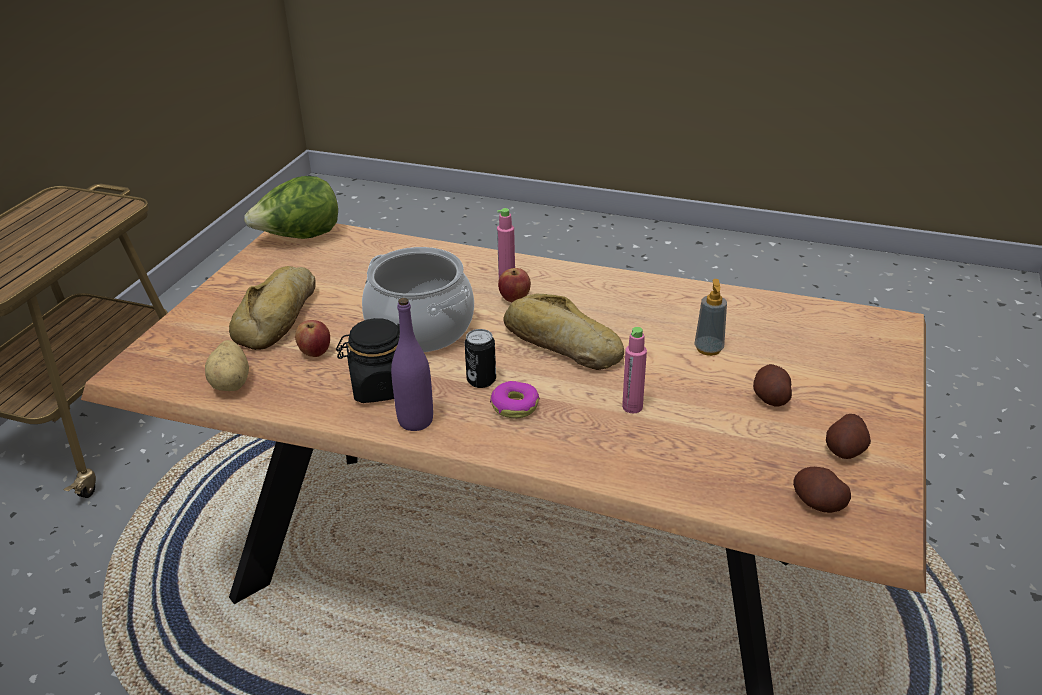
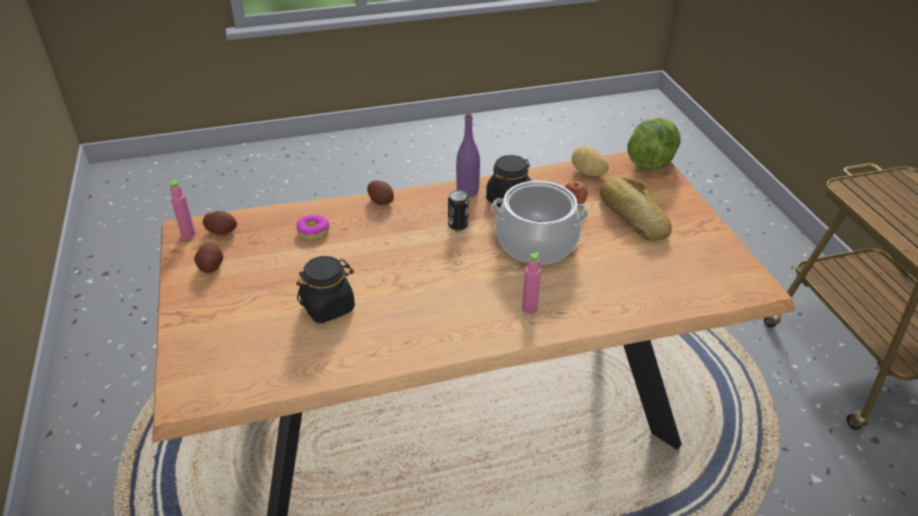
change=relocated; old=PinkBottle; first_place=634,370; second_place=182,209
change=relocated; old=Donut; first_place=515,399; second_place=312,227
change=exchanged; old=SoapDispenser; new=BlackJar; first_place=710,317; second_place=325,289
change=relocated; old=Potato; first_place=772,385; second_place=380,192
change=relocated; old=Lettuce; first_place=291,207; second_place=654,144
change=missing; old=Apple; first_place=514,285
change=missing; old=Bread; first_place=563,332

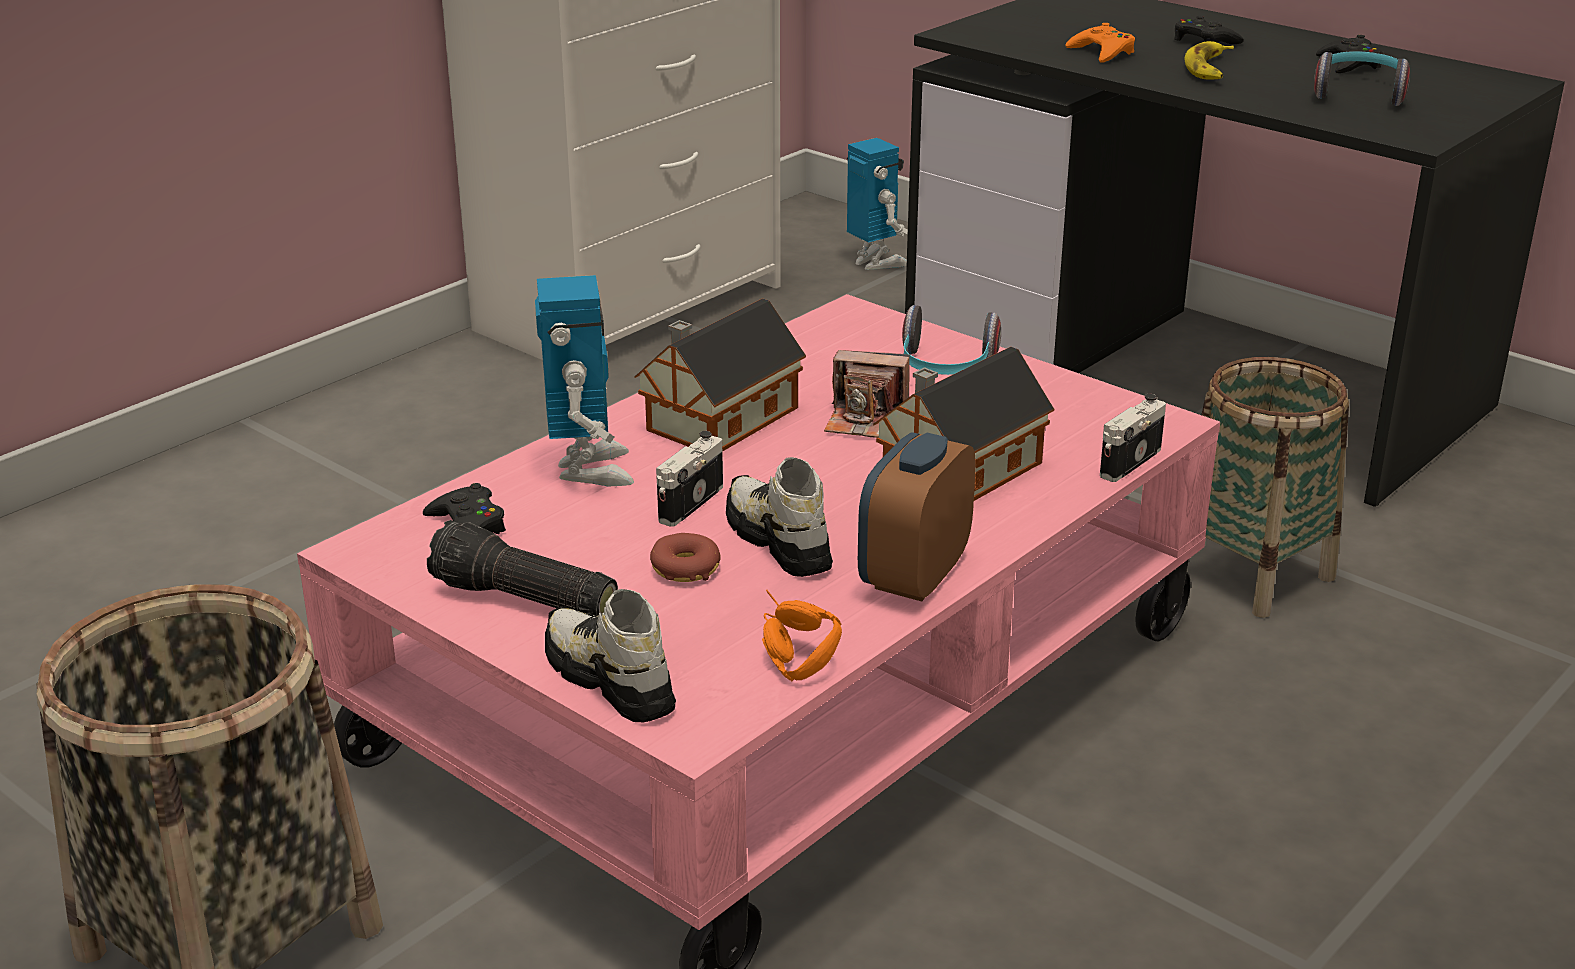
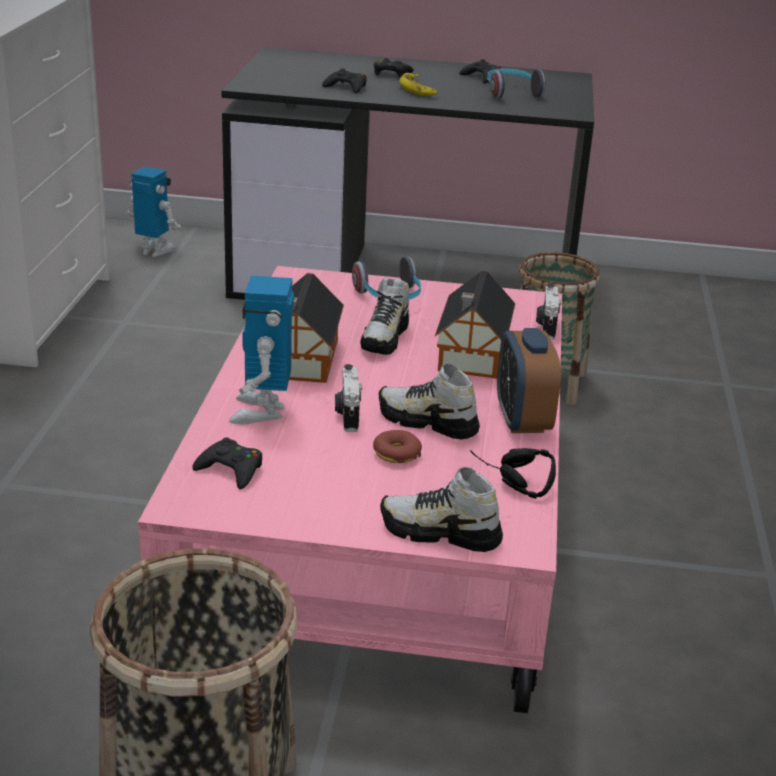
change=spun; old=ToyRobot; first_place=584,381; second_place=261,350; degrees=-135
change=colour; old=OrangeGameController; new=BlackGameController; first_place=1100,43; second_place=344,80
change=exchanged; old=PhotoCamera; new=Shoe; first_place=867,394; second_place=384,316
change=colour; old=OrangeHeadphones; new=BlackHeadphones; first_place=802,635; second_place=513,473
change=missing; old=Flashlight; first_place=522,568

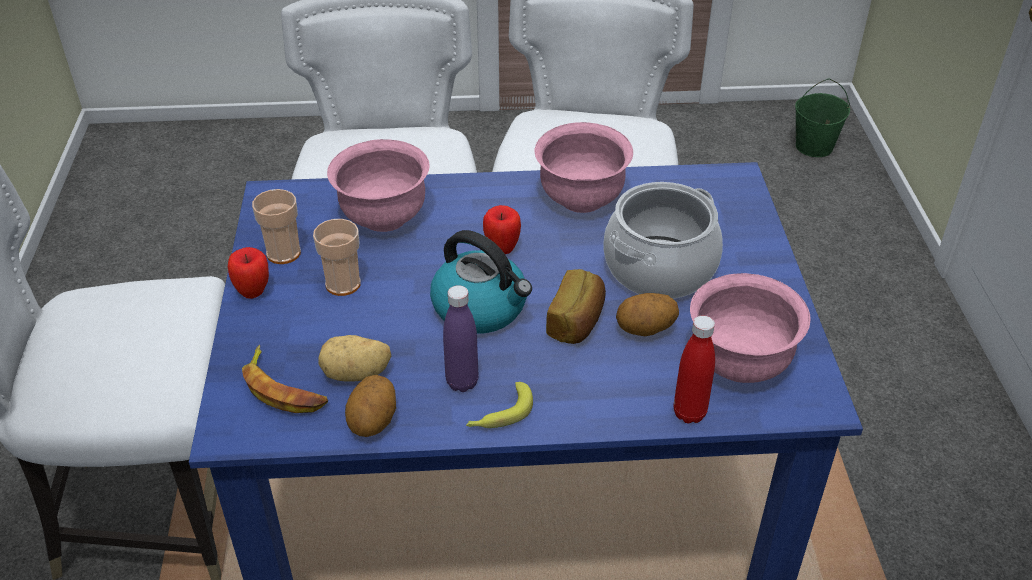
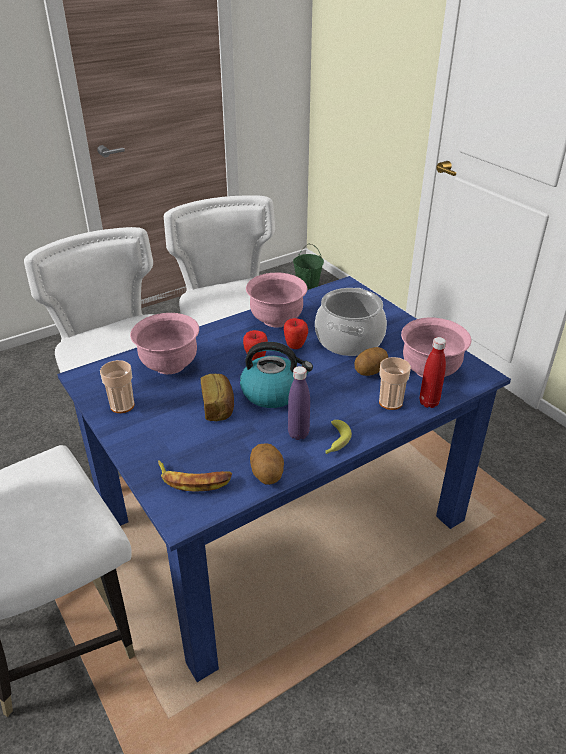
change=relocated; old=Bread; first_place=576,306; second_place=217,397
change=relocated; old=Apple; first_place=248,273; second_place=296,333
change=relocated; old=Cup; first_place=337,257; second_place=395,383
change=missing; old=Potato; first_place=354,358

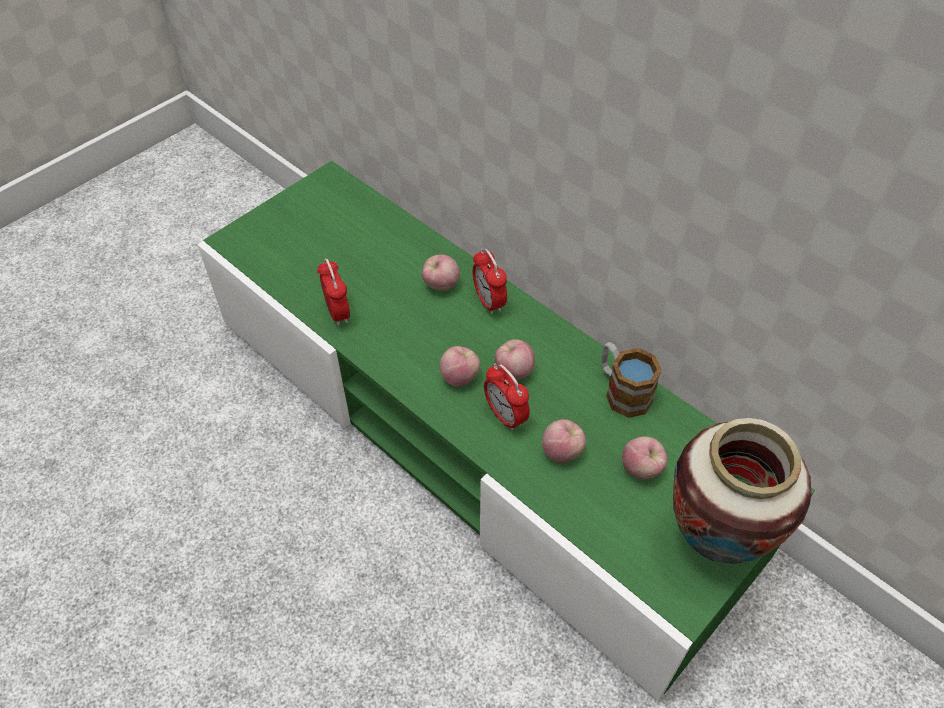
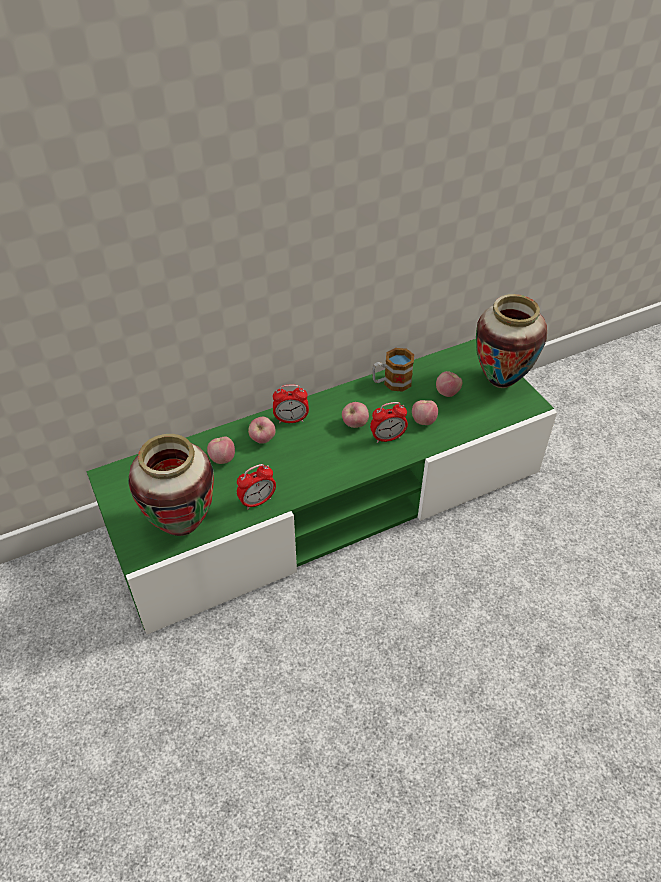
change=appeared; new=Vase; second_place=171,485
change=relocated; old=Apple; first_place=460,366; second_place=221,450
change=spun; old=AlarmClock; first_place=333,292; second_place=256,487; degrees=150

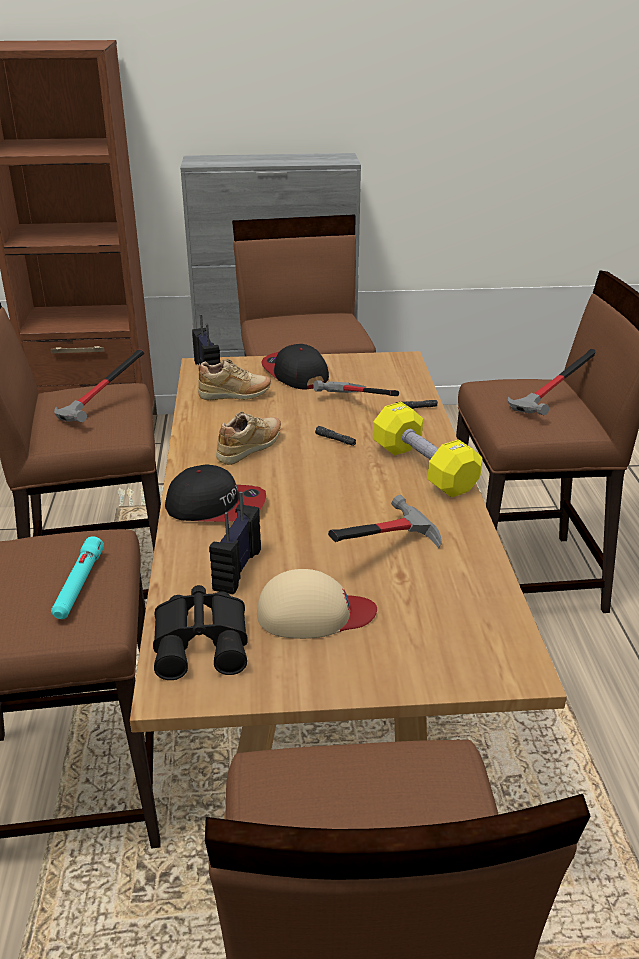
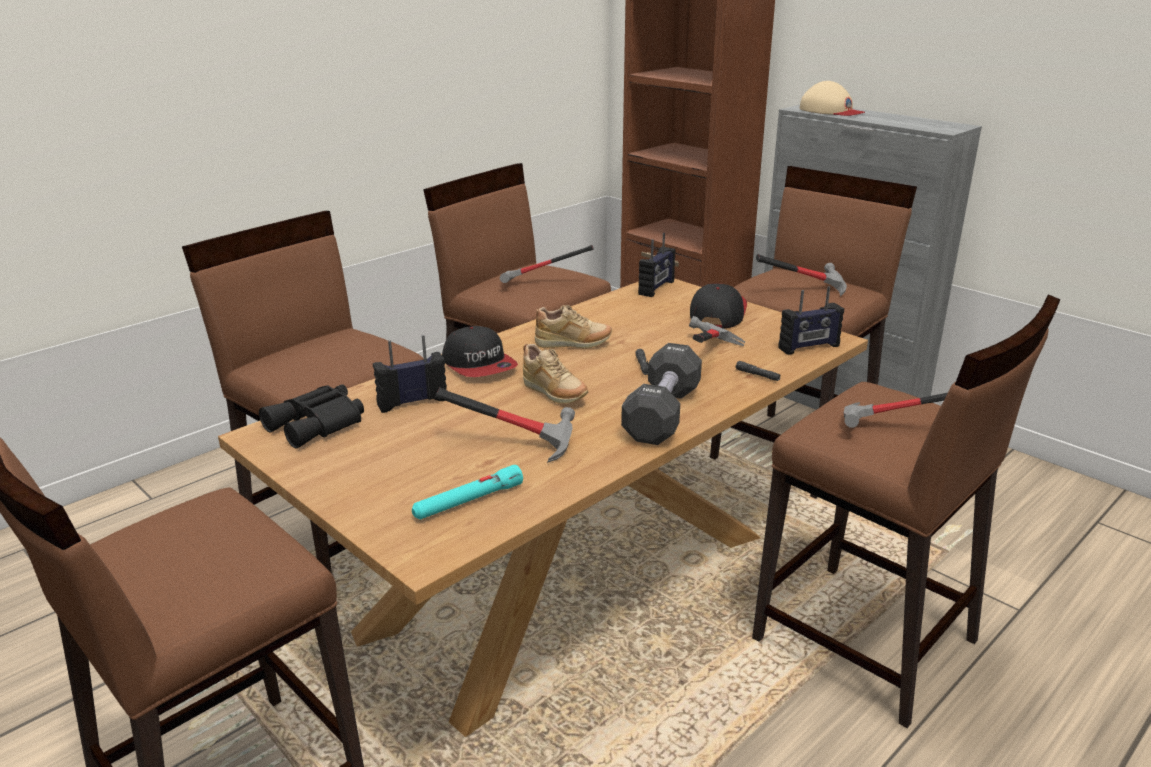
change=relocated; old=TurquoiseFlashlight; first_place=77,577; second_place=467,492
change=relocated; old=BeigeShoe; first_place=235,379; second_place=555,374
change=colour; old=YellowDumbbell; new=BlackDumbbell; first_place=428,450; second_place=661,394
change=appeared; new=Hammer; second_place=801,275
change=appeared; new=Radio; second_place=811,320
change=relocated; old=BeigeCap; first_place=317,604; second_place=832,98

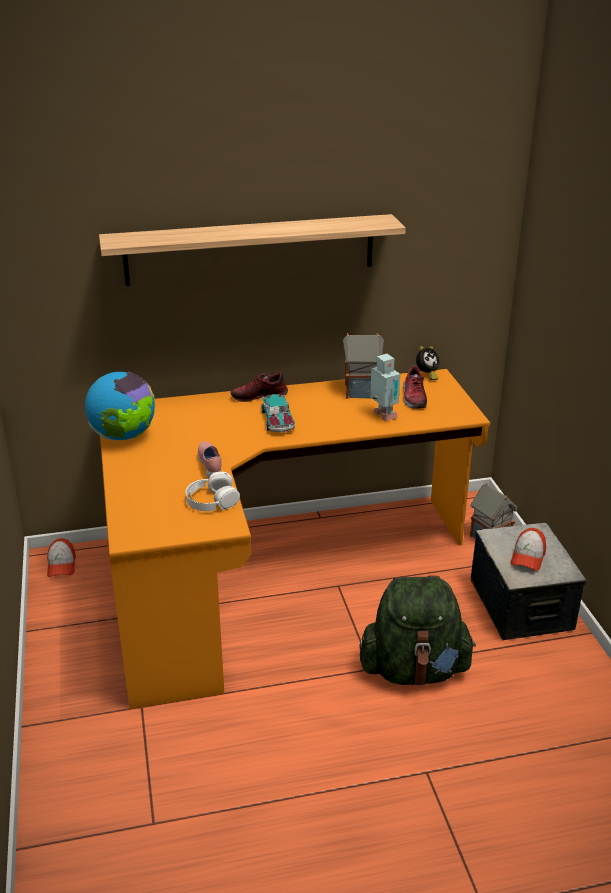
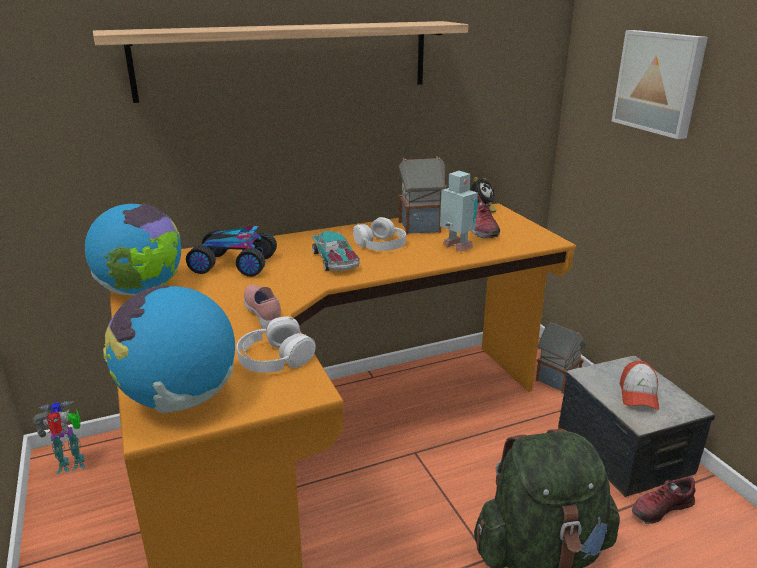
change=exchanged; old=Cap; new=ToyRobot; first_place=61,557; second_place=59,437
change=appeared; new=Globe; second_place=169,349
change=appeared; new=ToyCar; second_place=231,251
change=appeared; new=WhiteHeadphones; second_place=379,234
change=appeared; new=Picture; second_place=660,84
change=relocated; old=Shoe; first_place=259,387; second_place=664,500

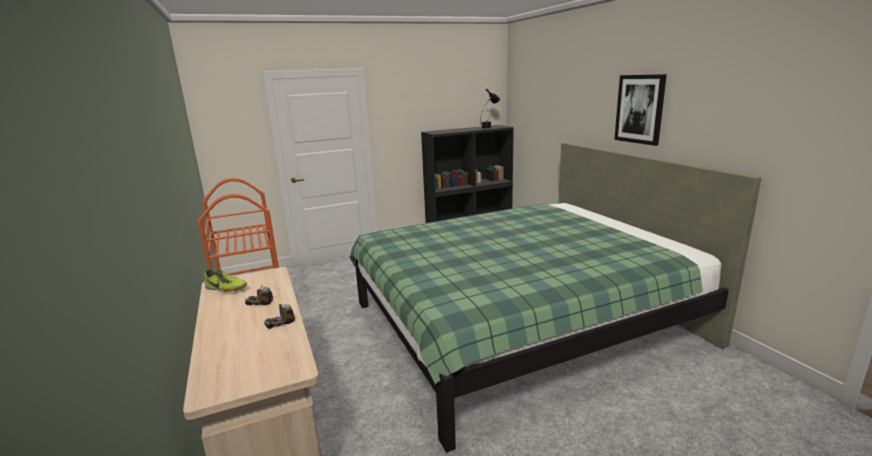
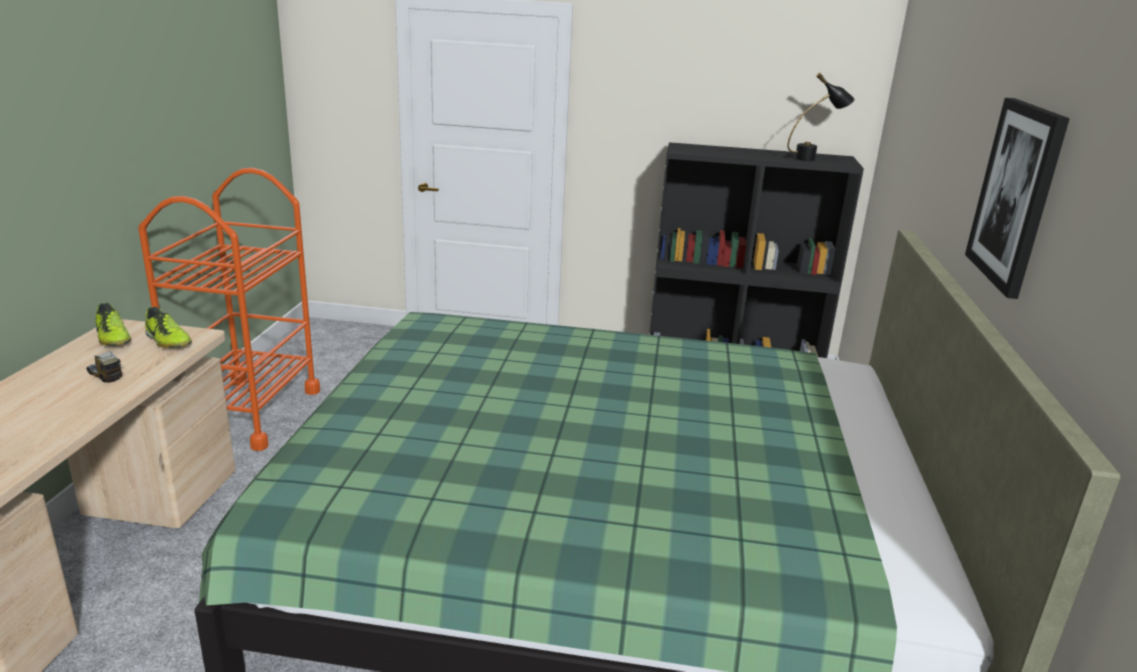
change=appeared; new=Shoe; second_place=168,327
change=missing; old=ToyTruck; first_place=279,316

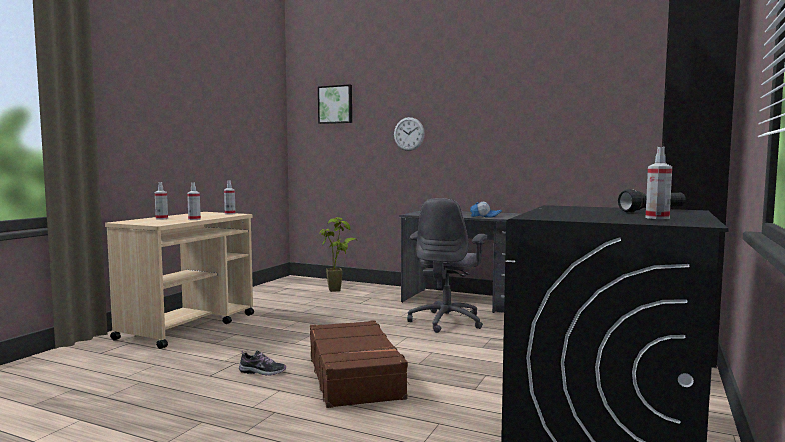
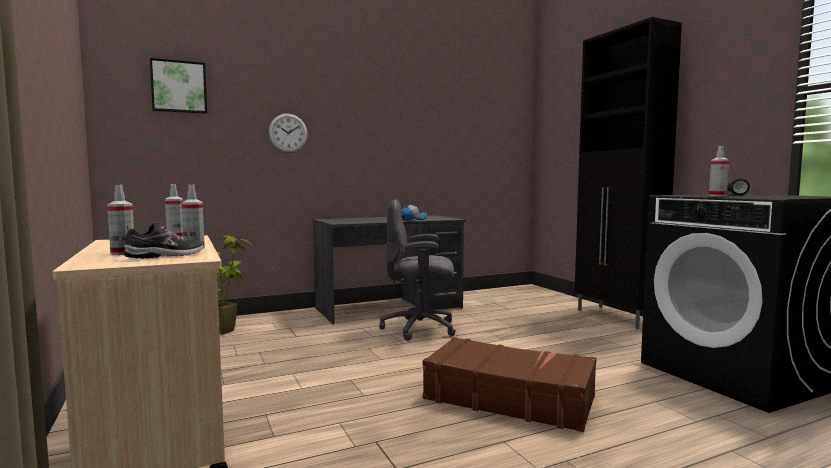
change=relocated; old=Shoe; first_place=262,363; second_place=163,241
change=spun; old=GreyOfficeChair; first_place=447,265; second_place=417,270; degrees=120
change=relocated; old=SprayBottle; first_place=659,183; second_place=719,171

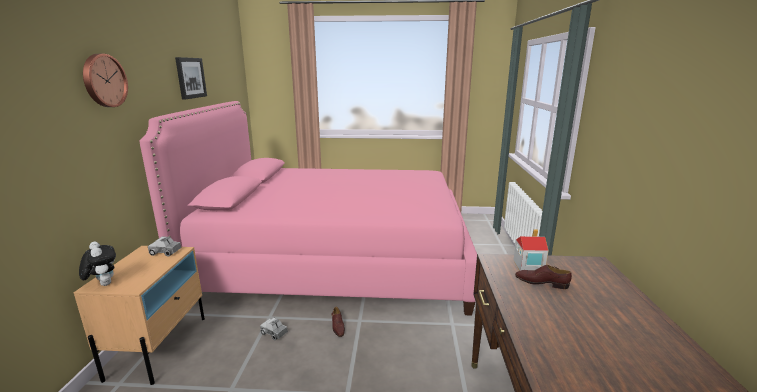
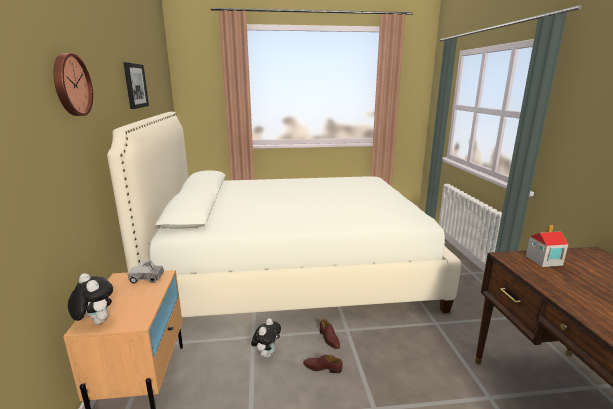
change=colour; old=PinkBed; new=WhiteBed; first_place=308,208; second_place=284,214
change=exchanged; old=ToyTruck; new=PlushToy; first_place=274,329; second_place=266,338
change=relocated; old=BrownShoe; first_place=543,277; second_place=323,364

